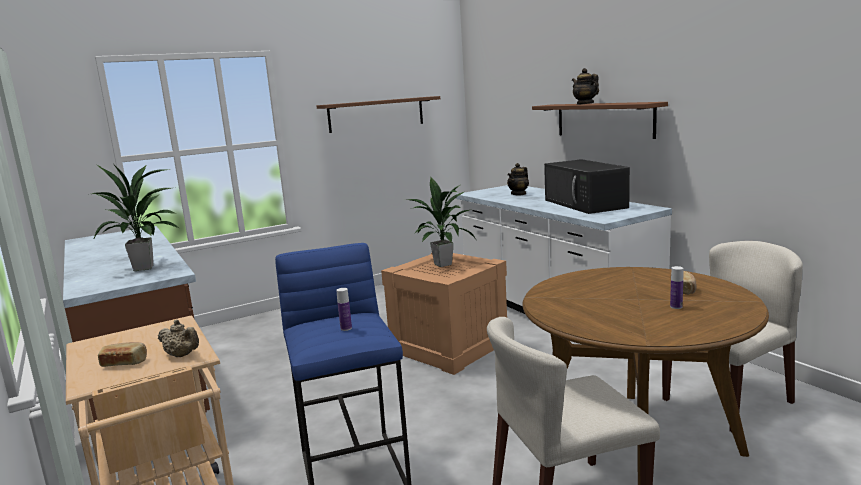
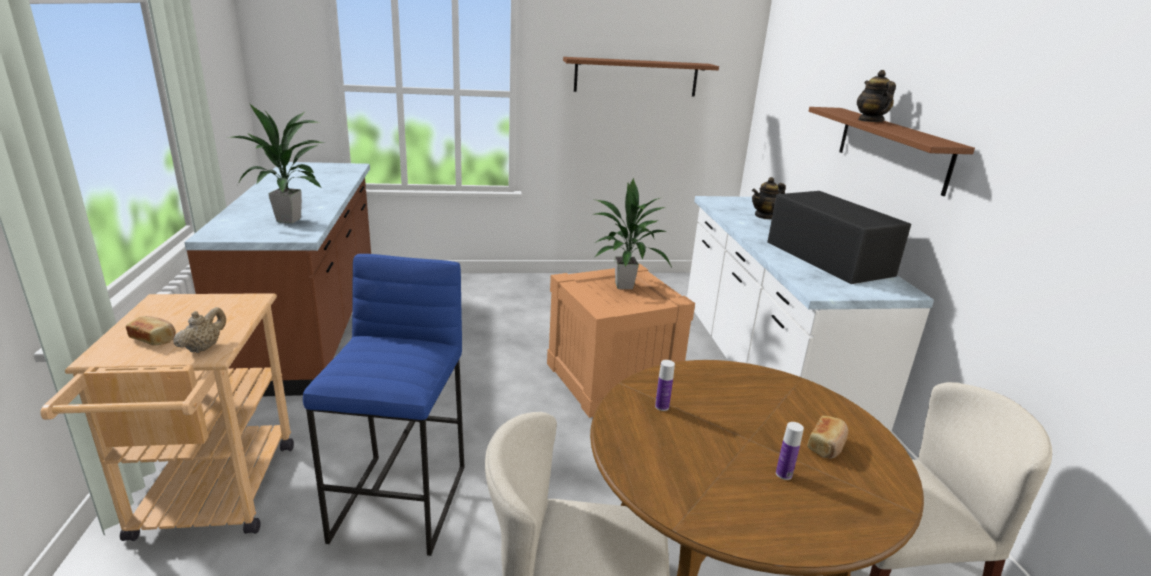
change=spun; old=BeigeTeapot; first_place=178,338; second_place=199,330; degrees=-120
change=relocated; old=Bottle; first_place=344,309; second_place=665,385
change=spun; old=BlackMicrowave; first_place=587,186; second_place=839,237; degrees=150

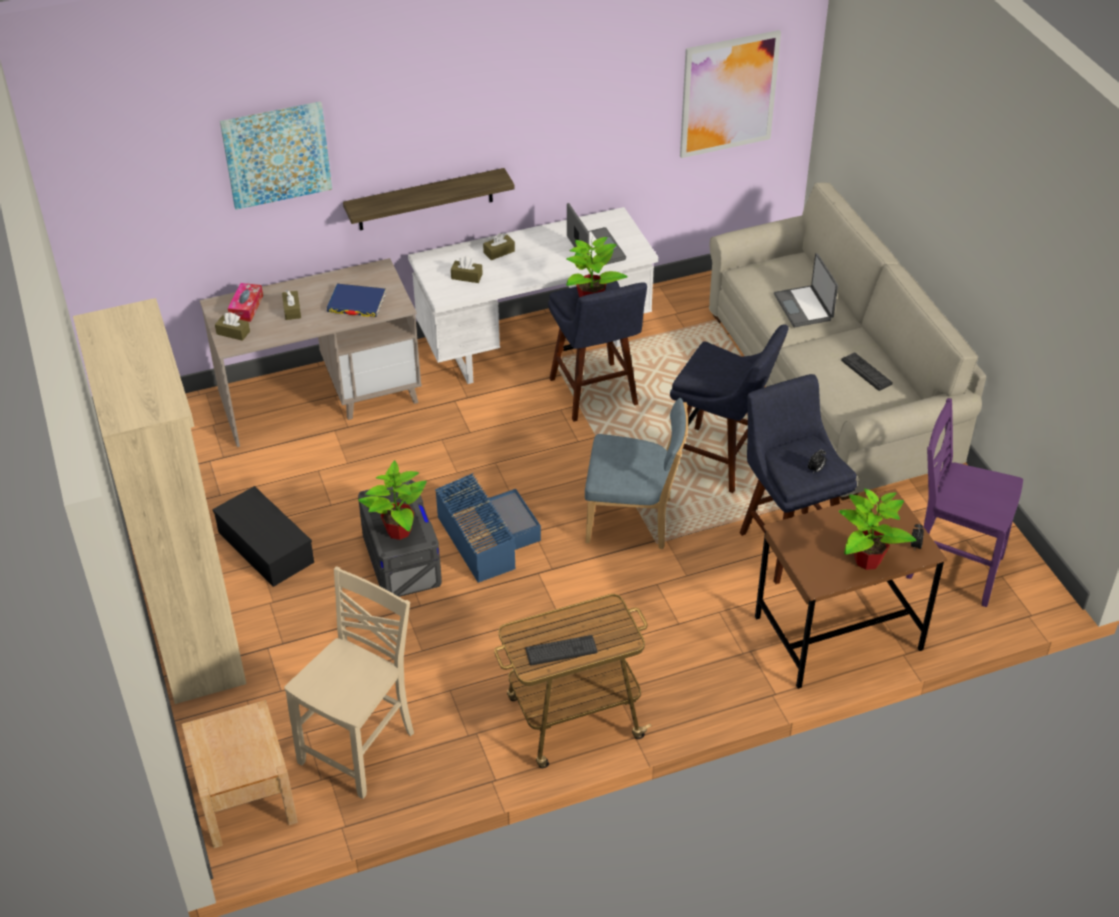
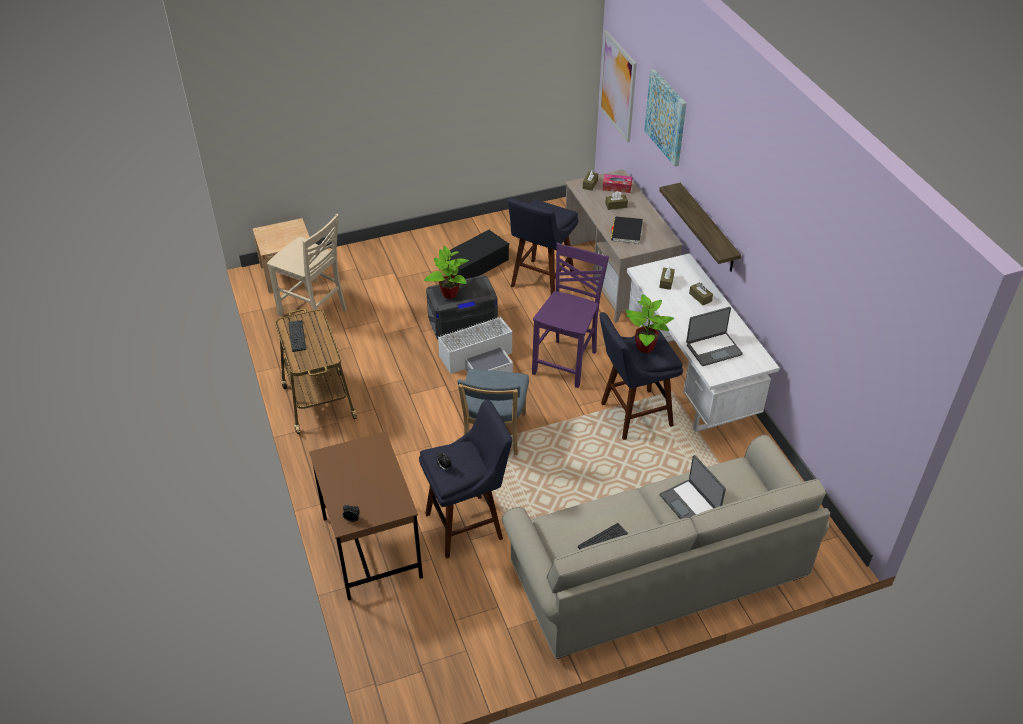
change=colour; old=BlueStorageBox; new=WhiteStorageBox; first_place=488,528; second_place=475,345
change=relocated; old=BlueStool; first_place=729,408; second_place=543,246
change=relocated; old=PurpleChair; first_place=964,502; second_place=570,315
change=relocated; old=Picture; first_place=730,94; second_place=618,86
change=colour; old=BlueBook; new=BlackBook; first_place=356,300; second_place=627,230
change=spun; old=Laptop; first_place=806,290; second_place=692,487; degrees=-105
change=missing; old=BeigeBookcase; first_place=160,501
change=missing; old=PottedPlant; first_place=877,529

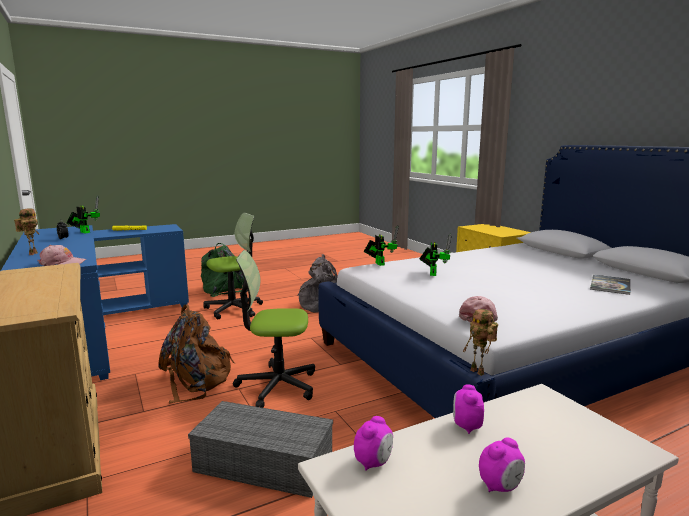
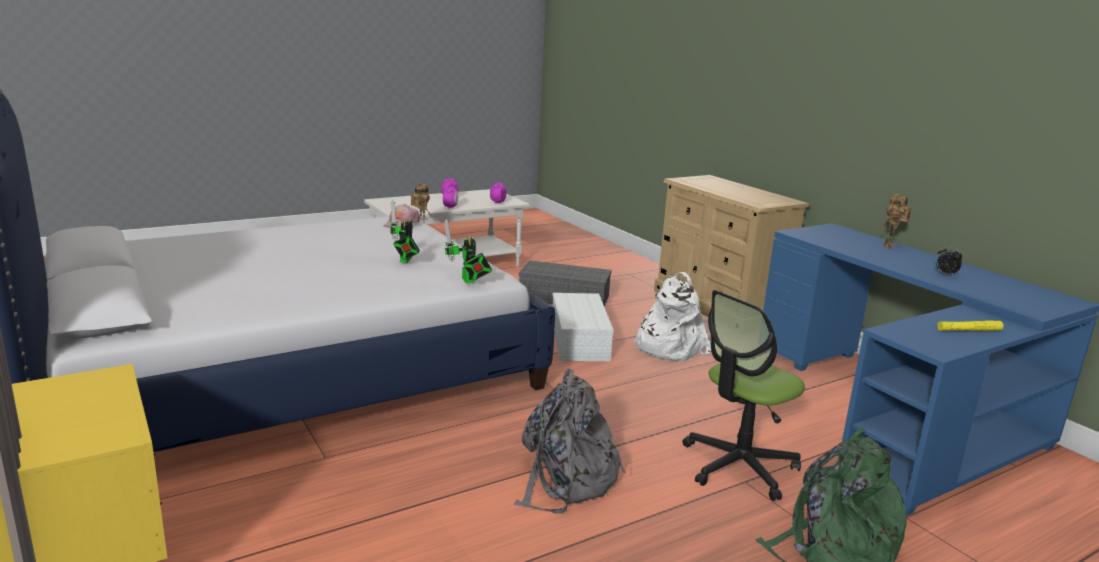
change=exchanged; old=OfficeChair; new=WhiteStorageBox; first_place=274,329; second_place=583,327
change=colour; old=BrownBackpack; new=WhiteBackpack; first_place=197,354; second_place=672,316
change=missing; old=PinkCap; first_place=62,255
change=missing; old=ToyRobot; first_place=83,214
change=missing; old=Book; first_place=610,285

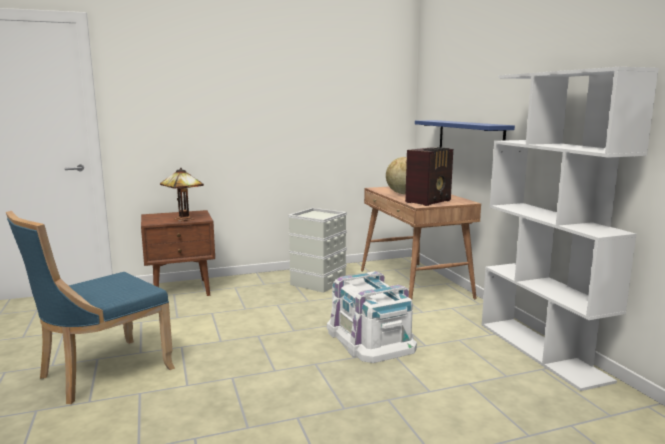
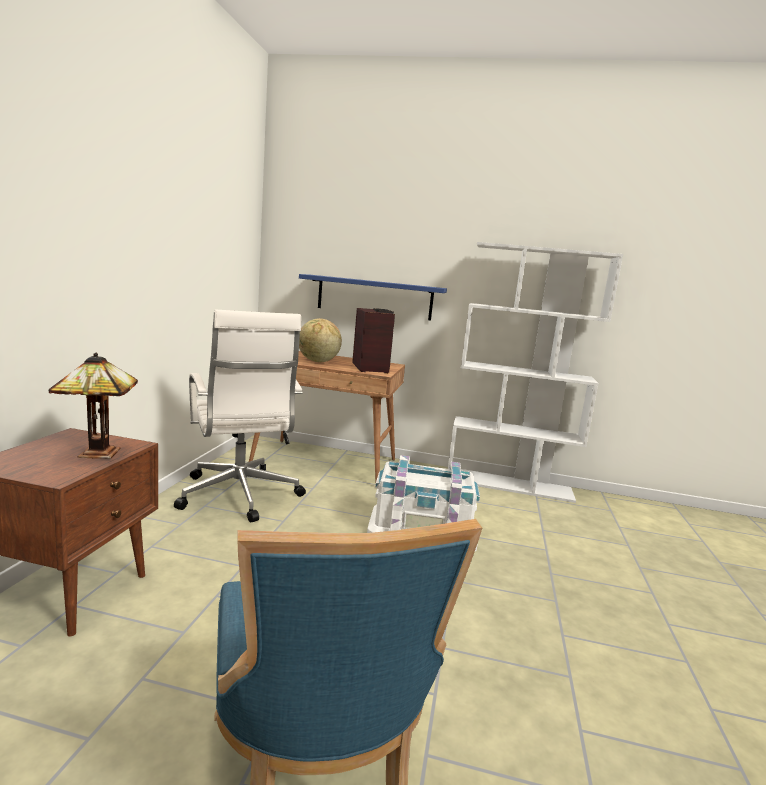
change=exchanged; old=GreyStorageBox; new=WhiteOfficeChair; first_place=317,250; second_place=240,416

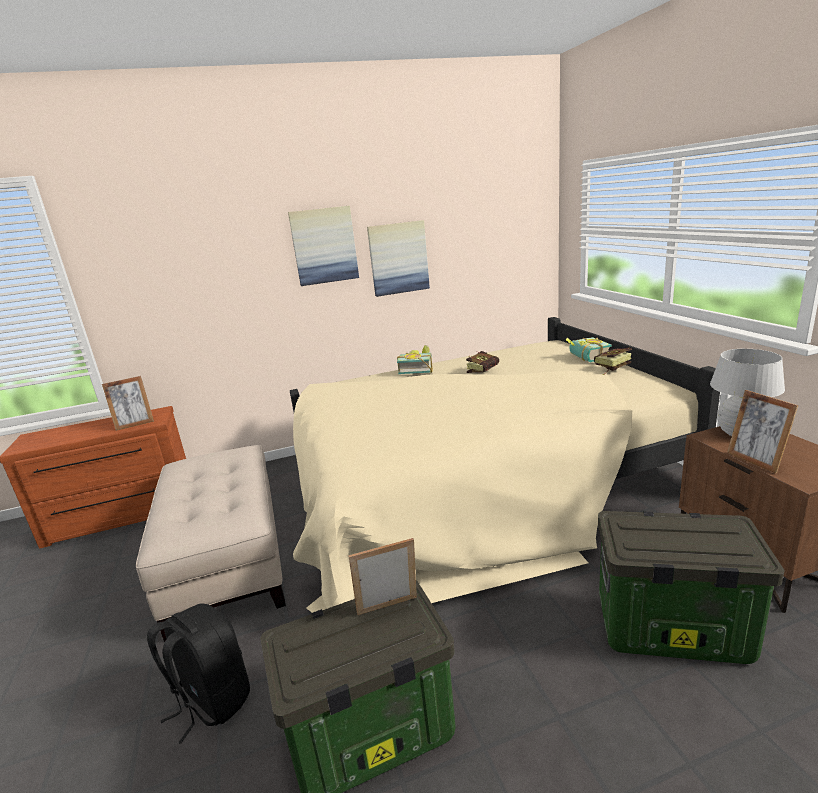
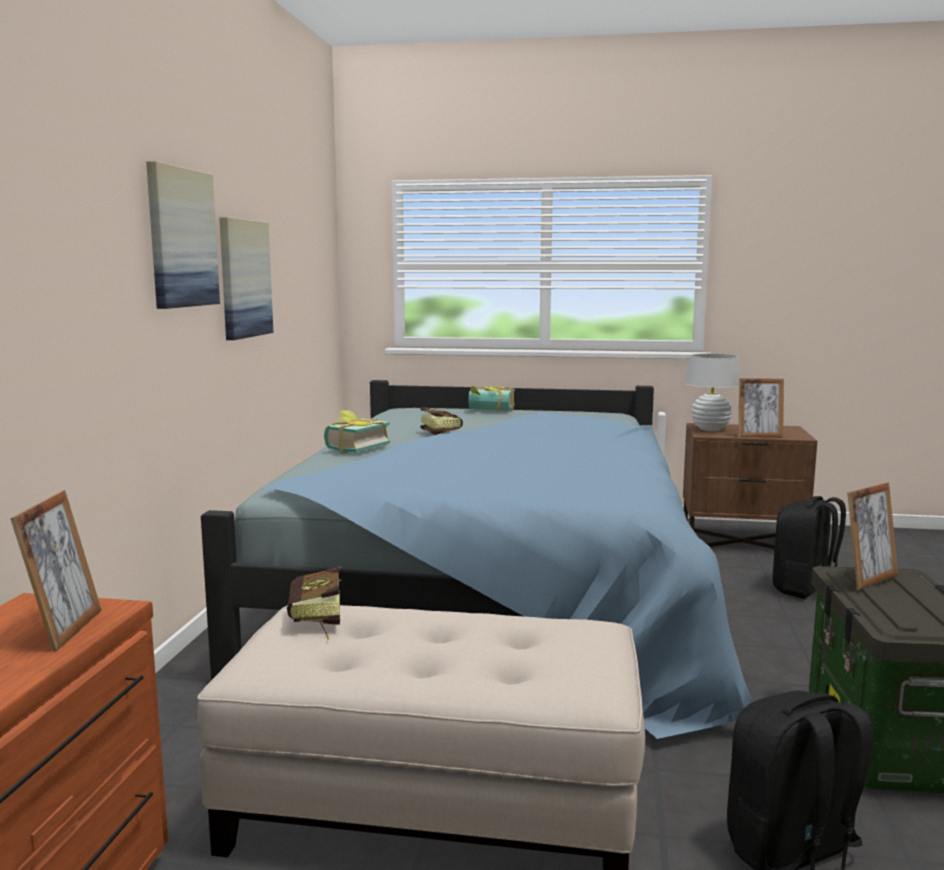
change=colour; old=BeigeBed; new=BlueBed; first_place=505,465; second_place=476,559
change=relocated; old=Book; first_place=613,361; second_place=314,603
change=exchanged; old=StorageBox; new=BlackBackpack; first_place=691,587; second_place=809,547
change=spun; old=PictureFrame; first_place=382,576; second_place=872,536; degrees=-135

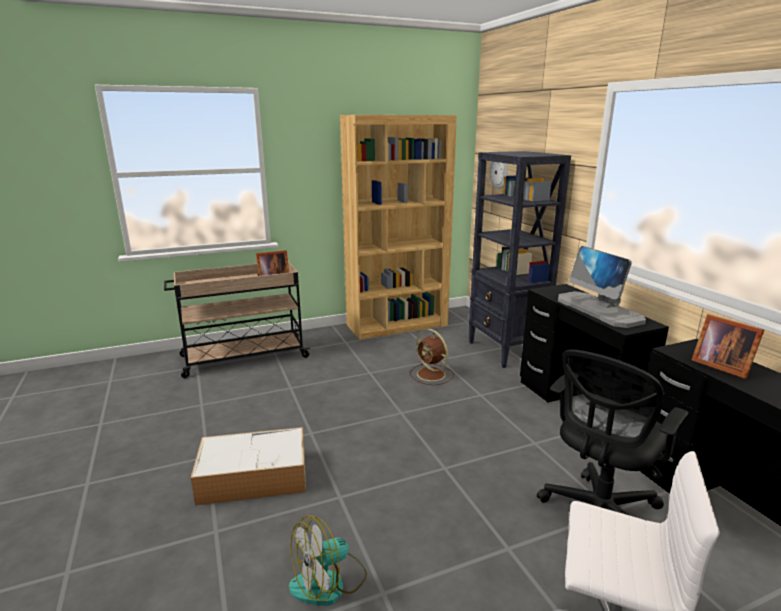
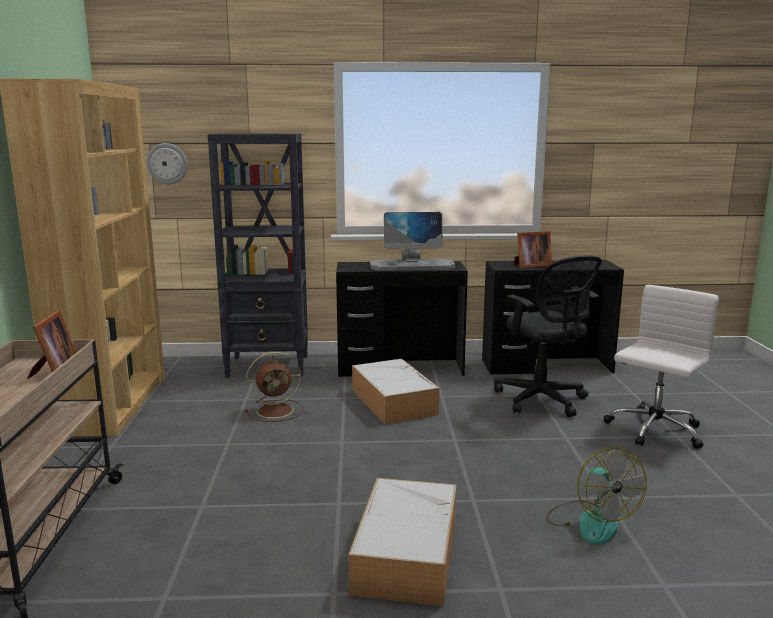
change=appeared; new=StorageBox; second_place=396,391

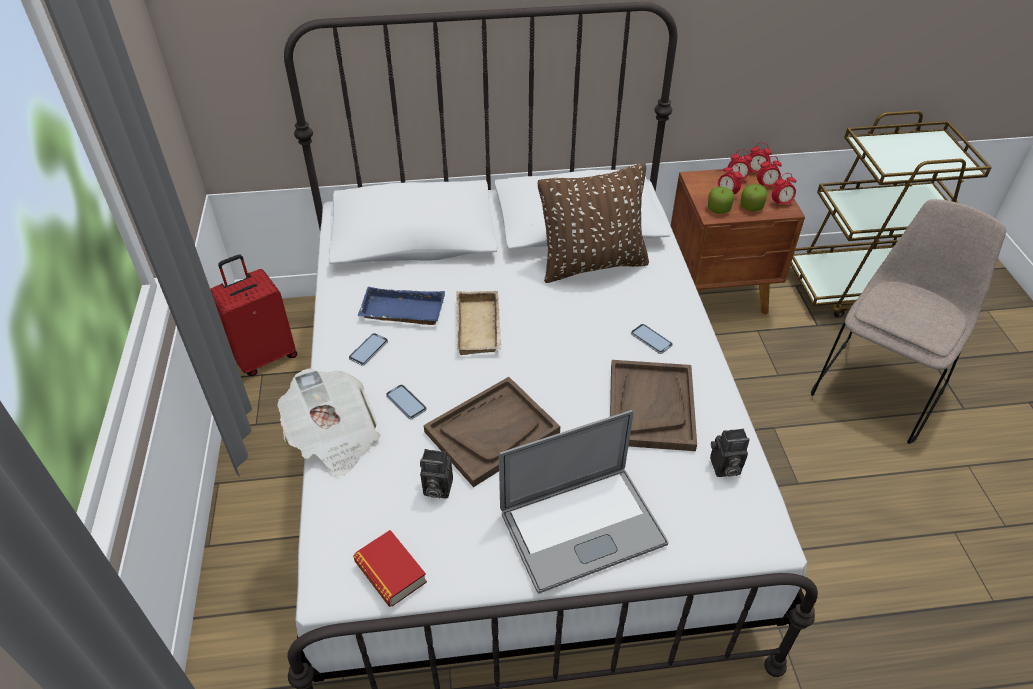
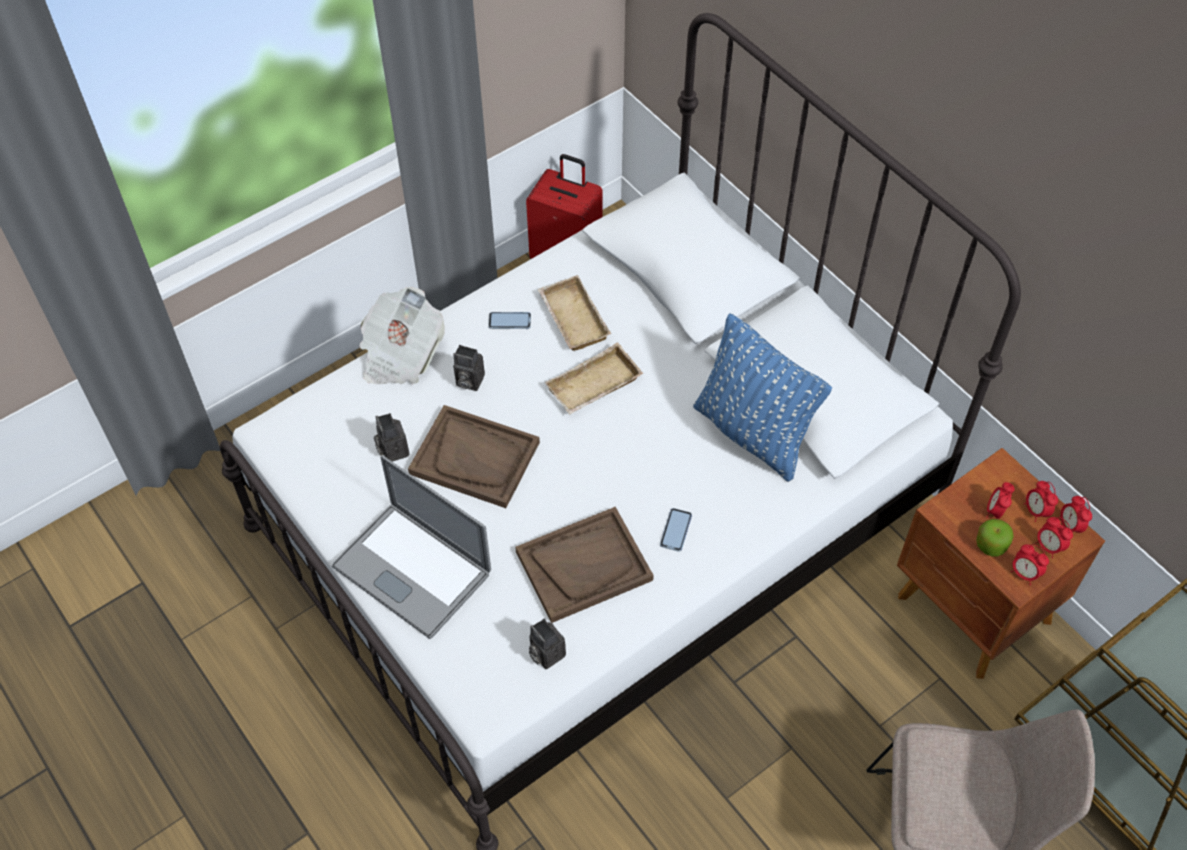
change=exchanged; old=Phone; new=PhotoCamera; first_place=406,401; second_place=469,368
change=colour; old=BlueTray; new=BeigeTray; first_place=401,306; second_place=574,313
change=colour; old=BrownPillow; new=BluePillow; first_place=593,223; second_place=762,397
change=missing; old=Book; first_place=390,568
change=missing; old=Apple; first_place=721,200

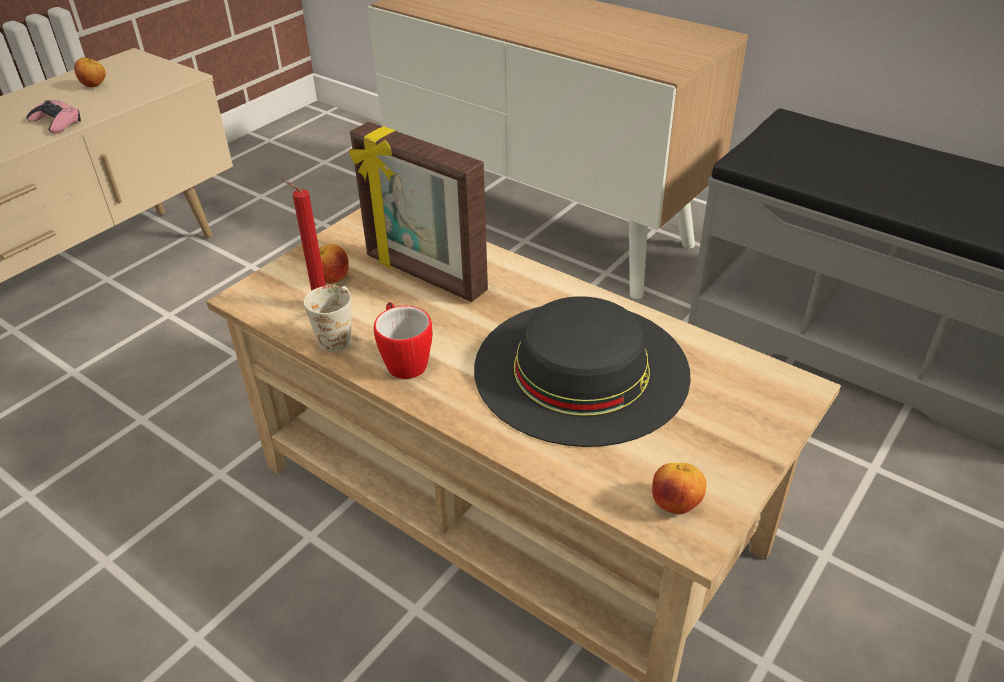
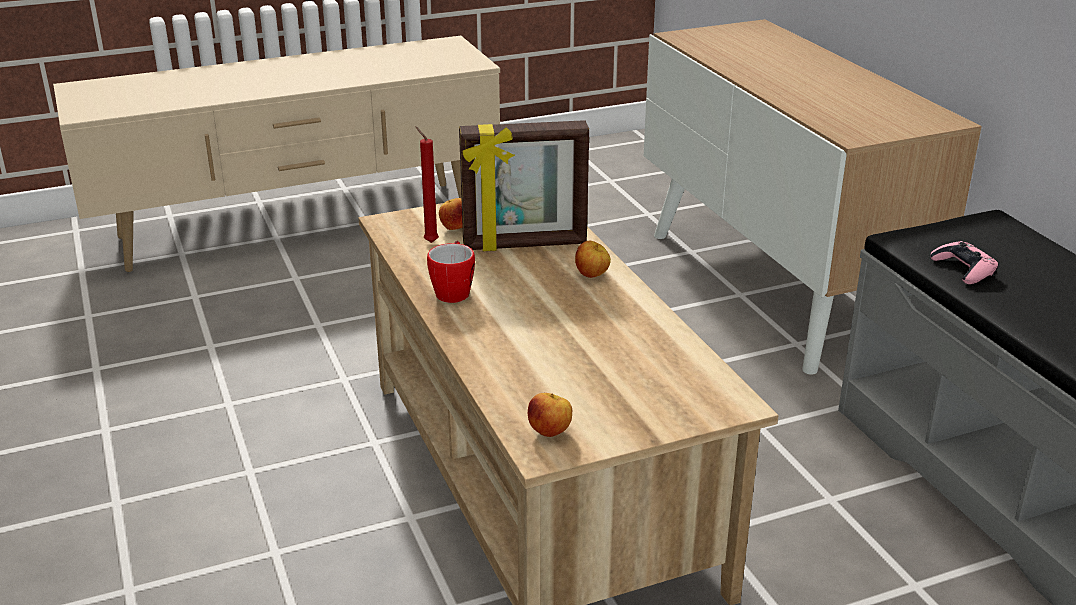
change=spun; old=PictureFrame; first_place=418,212; second_place=524,185; degrees=-75
change=relocated; old=Apple; first_place=90,72; second_place=593,259
change=relocated; old=PinkGameController; first_place=53,117; second_place=964,262
change=missing; old=WhiteMug; first_place=327,318
change=missing; old=BlackHat; first_place=582,371

